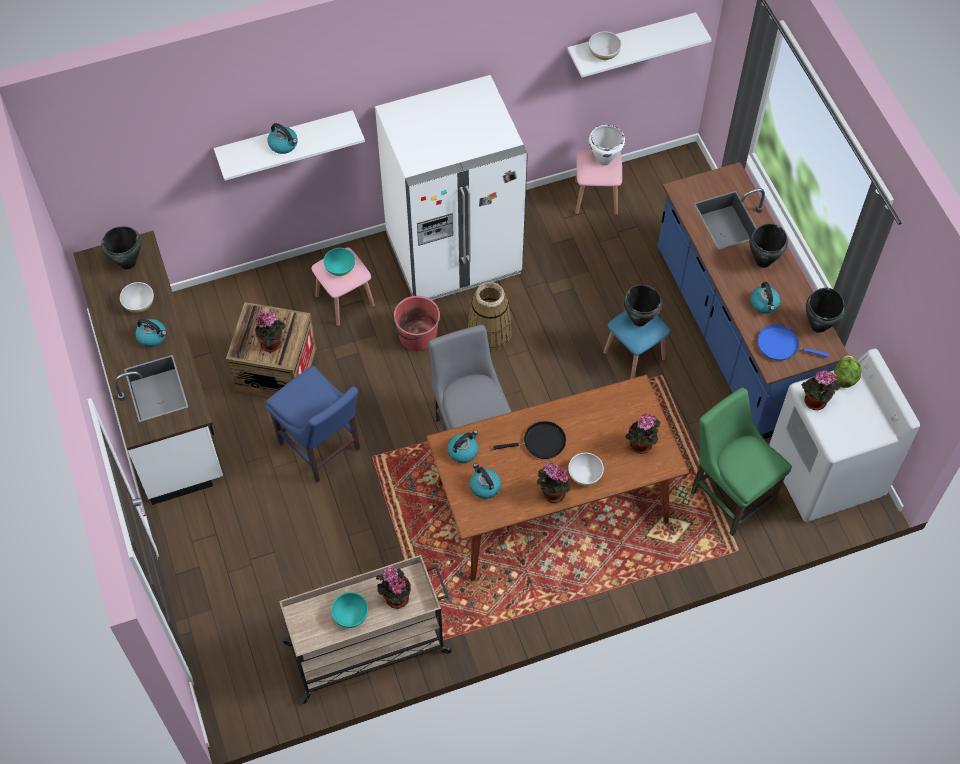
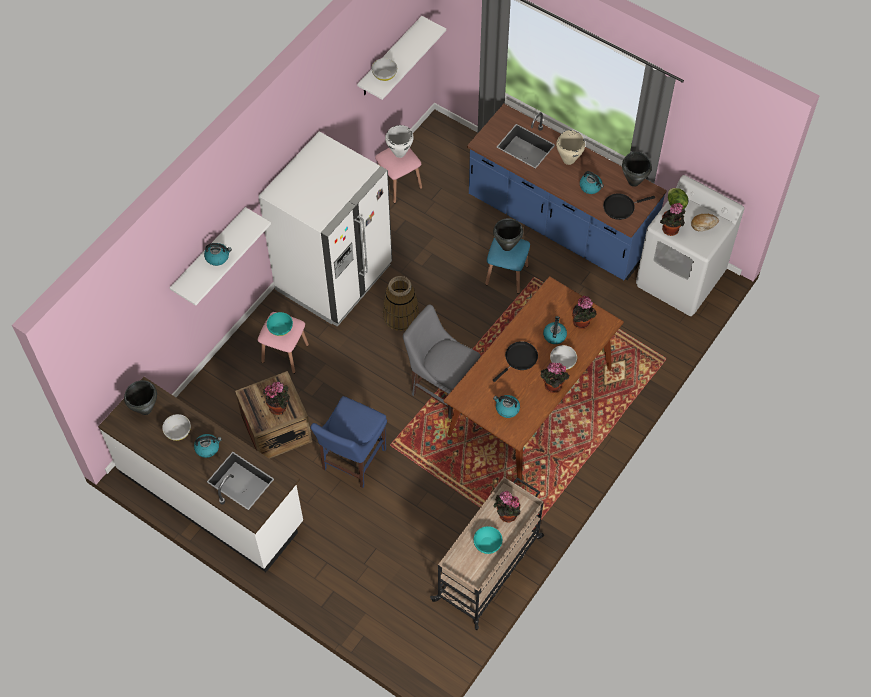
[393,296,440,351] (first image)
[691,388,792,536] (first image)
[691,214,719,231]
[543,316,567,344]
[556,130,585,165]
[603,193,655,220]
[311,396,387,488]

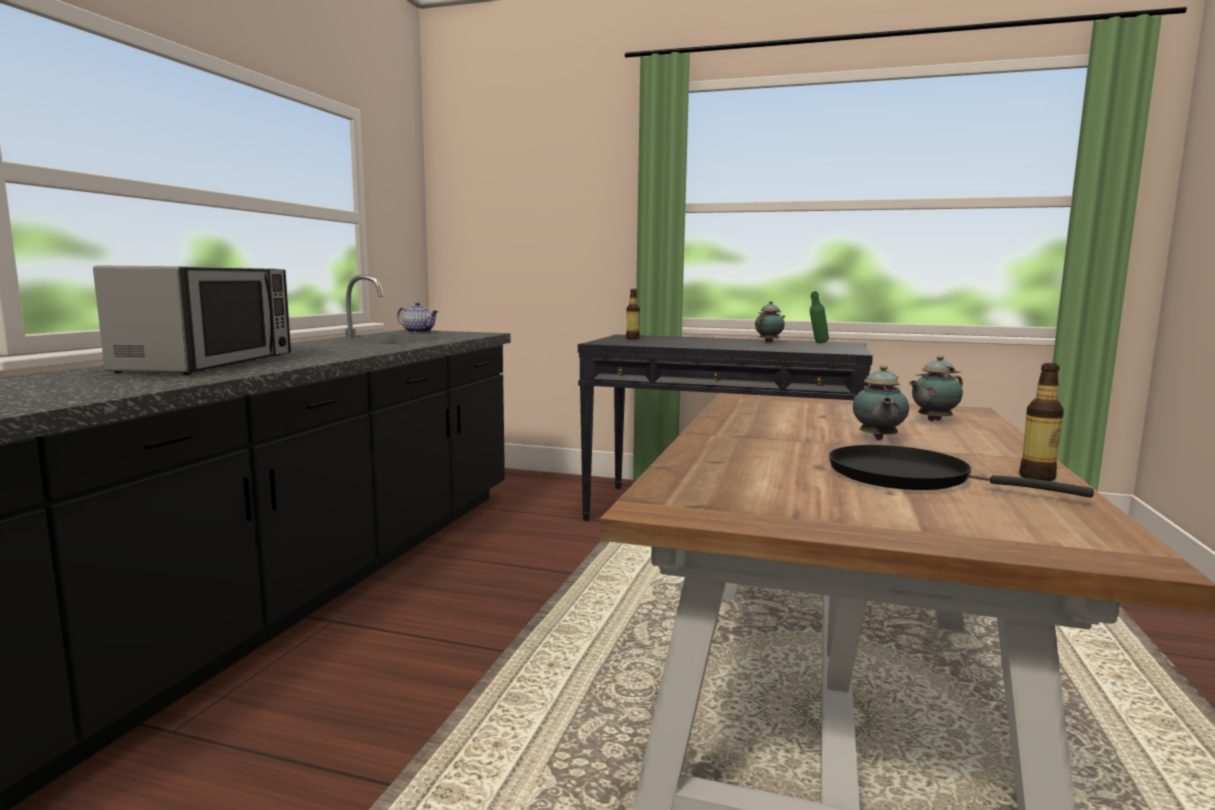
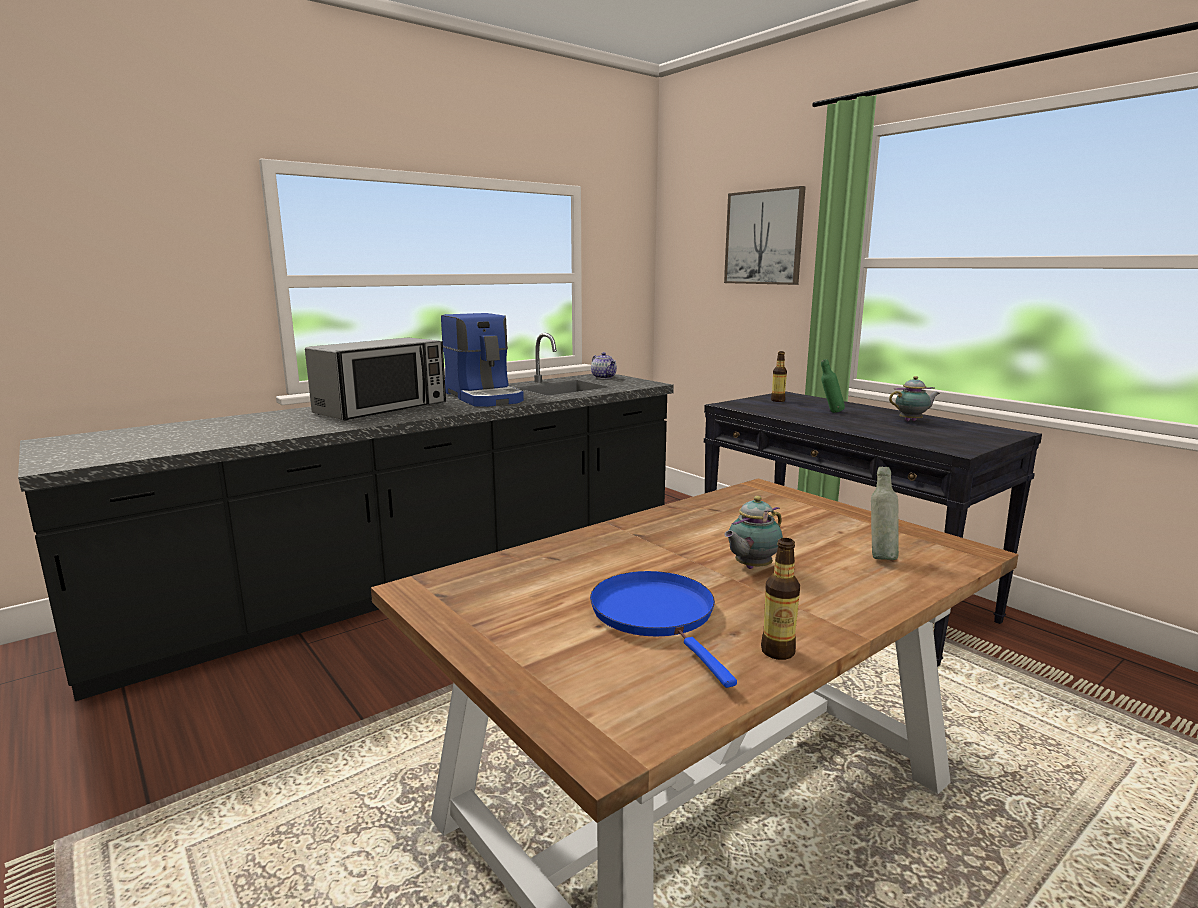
[441,313,524,407]
[724,186,806,285]
[821,359,845,413]
[871,467,899,560]
[590,571,737,688]

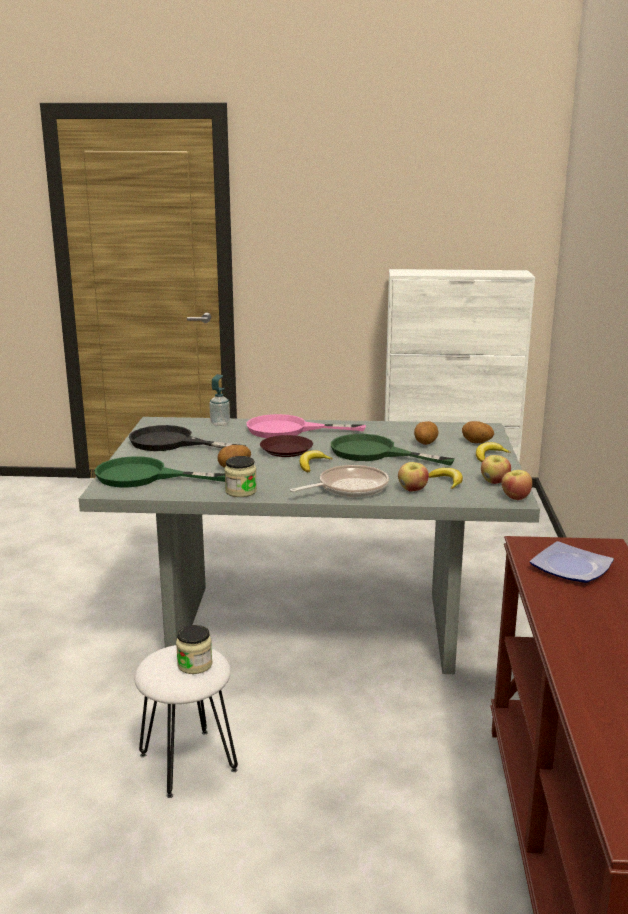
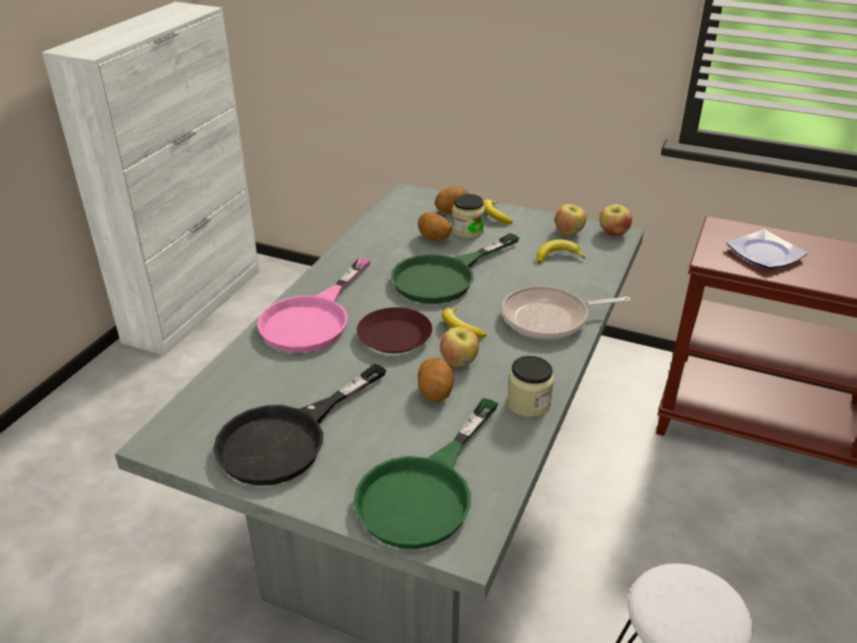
[209,374,230,426] (first image)
[452,194,485,239]
[440,327,479,367]
[502,286,631,340]

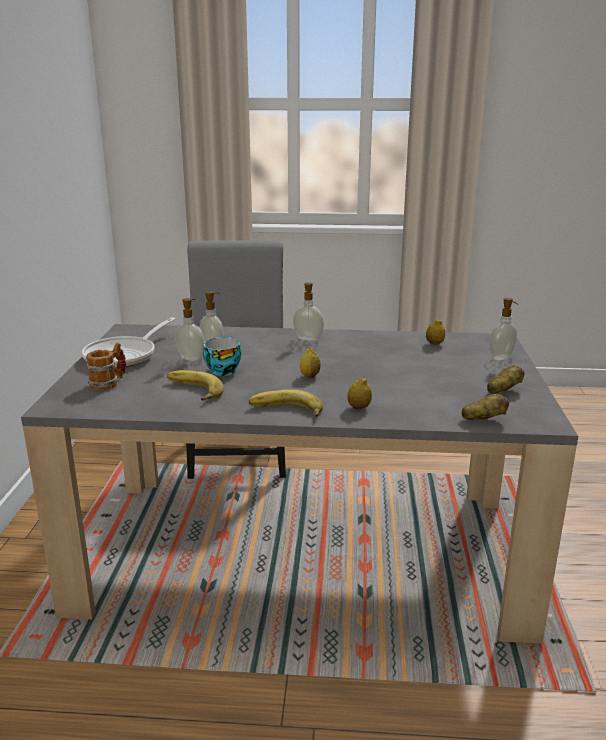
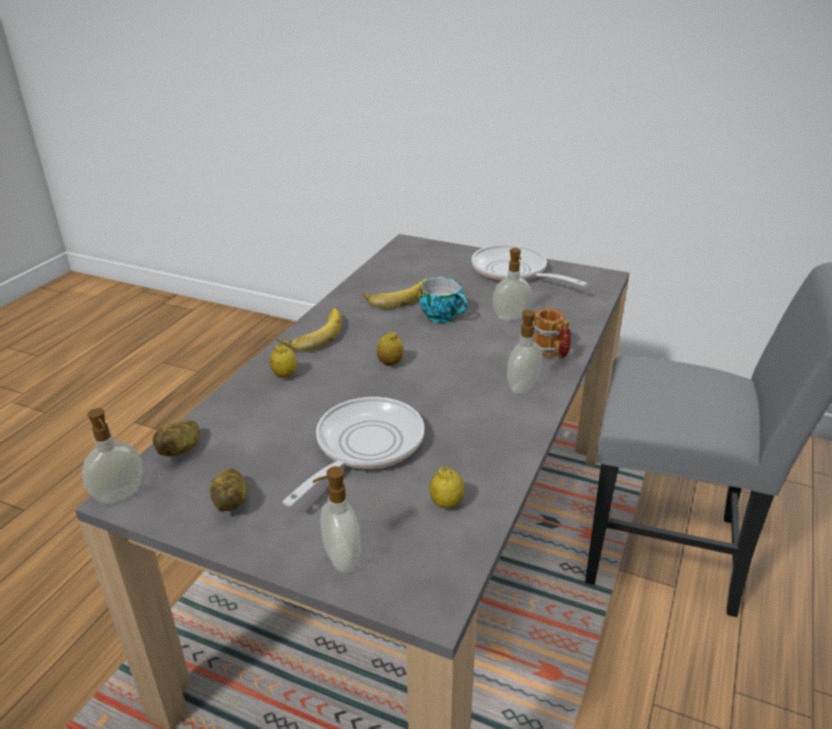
[283,397,424,506]
[533,308,571,359]
[82,408,143,504]

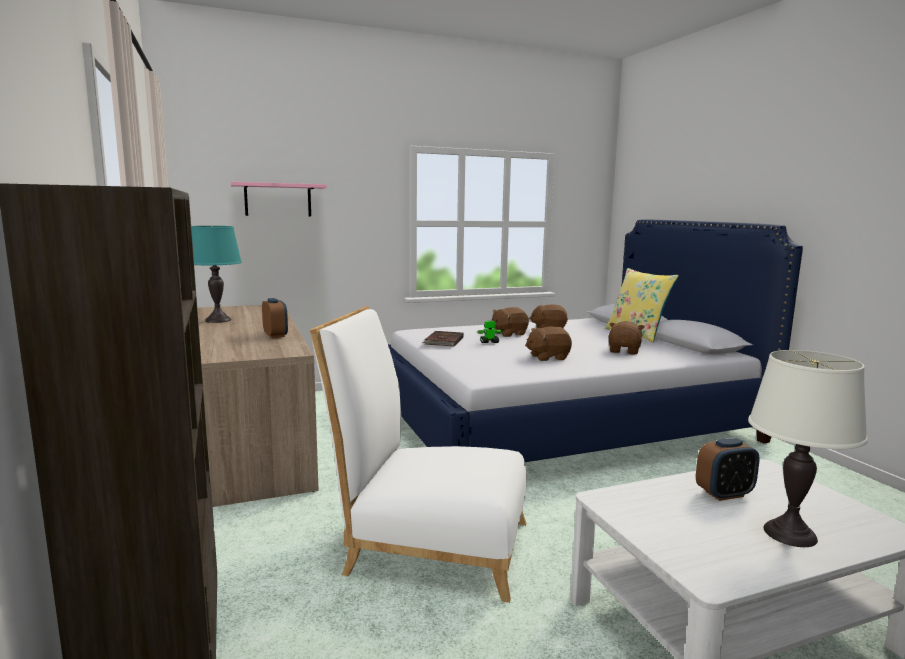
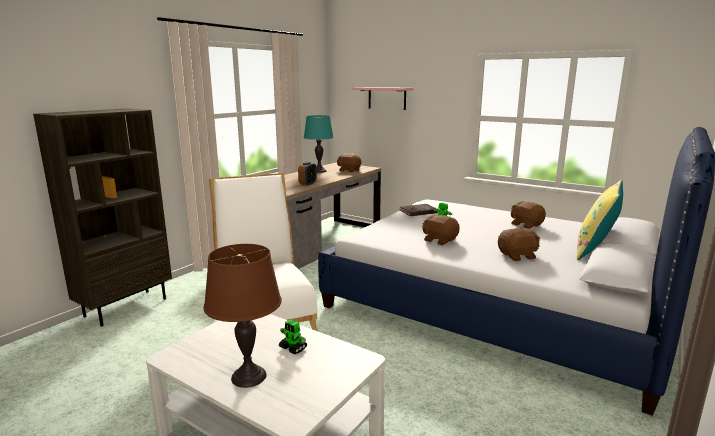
[337,153,361,172]
[279,319,307,354]
[204,244,282,388]

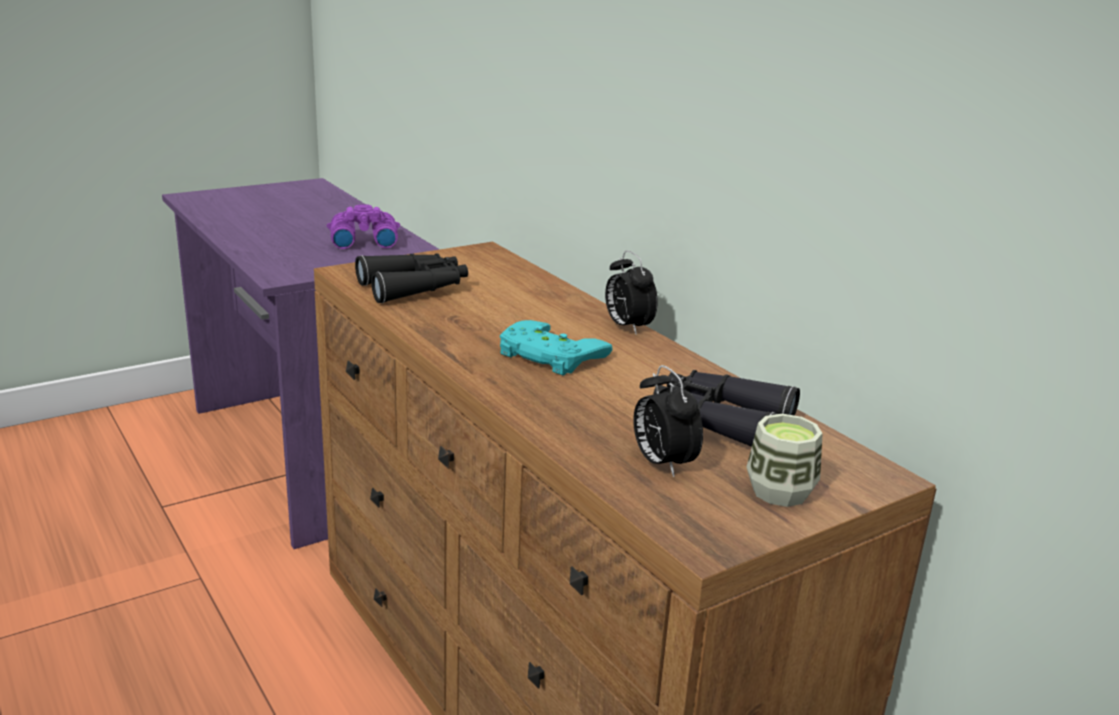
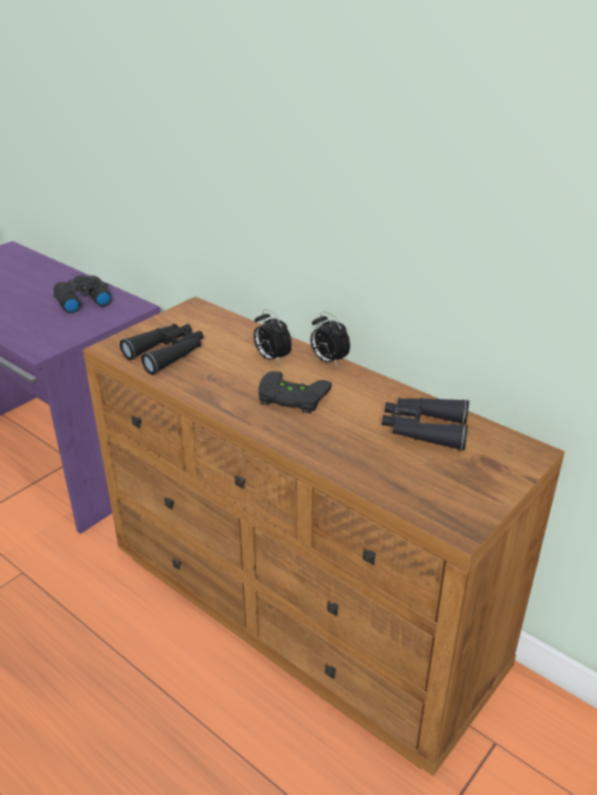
[747,414,823,507] (first image)
[253,309,292,364]
[53,275,112,313]
[258,371,332,414]

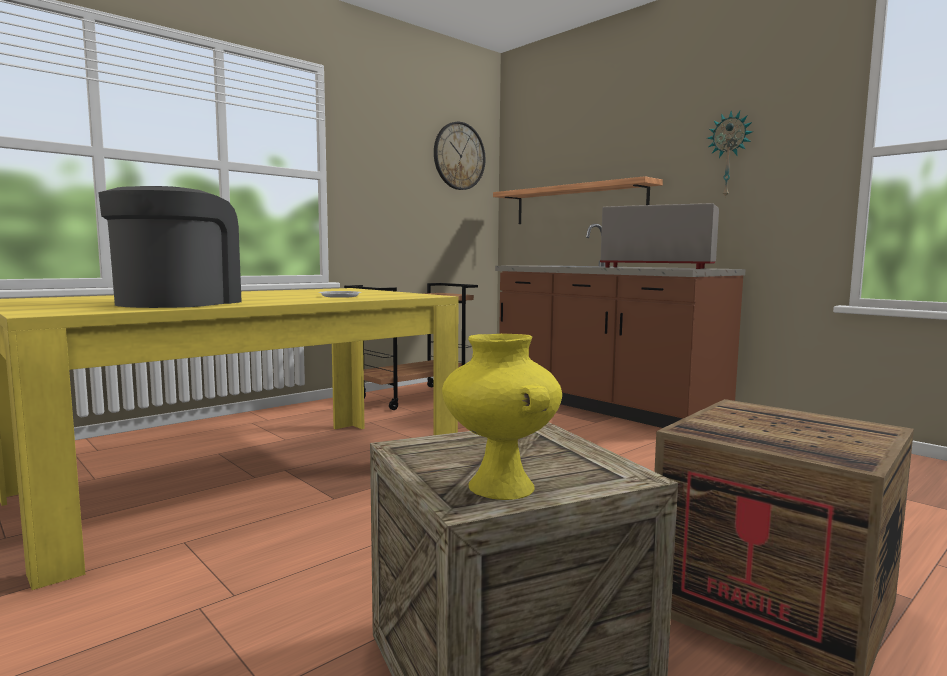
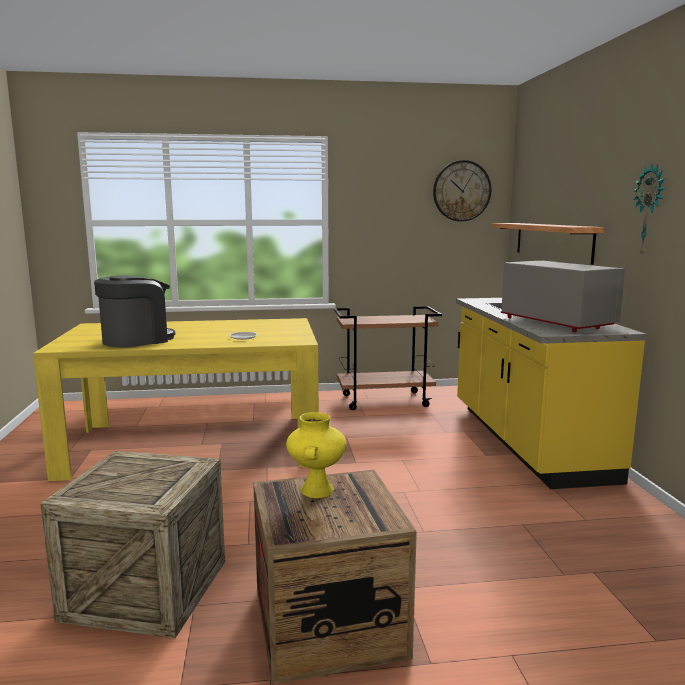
[286,412,347,498]
[456,298,647,489]

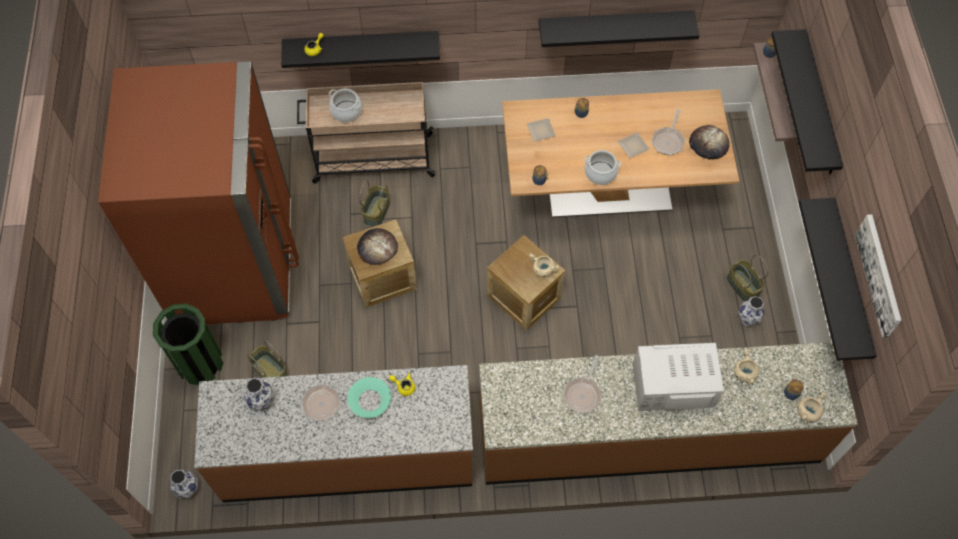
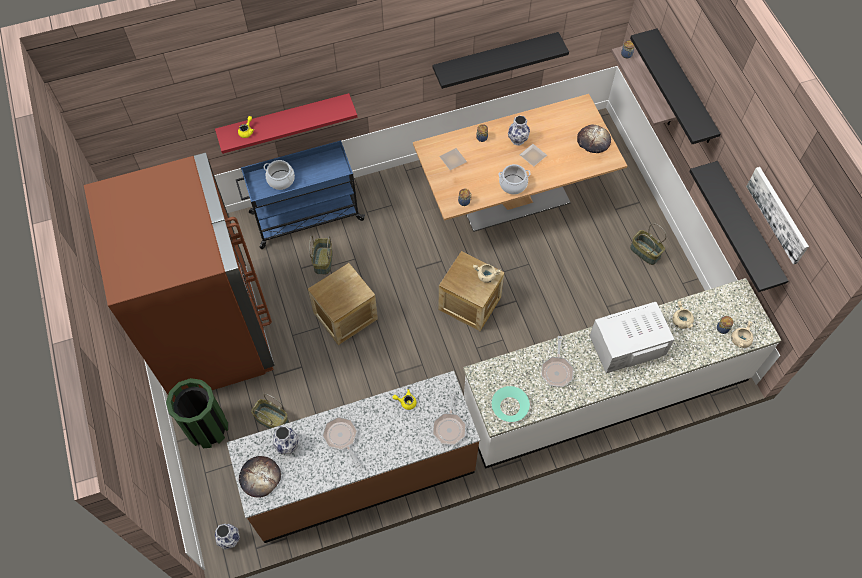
[492,386,530,422]
[239,456,281,498]
[433,391,466,445]
[508,115,530,146]
[215,93,357,154]
[235,140,365,249]
[463,278,781,469]

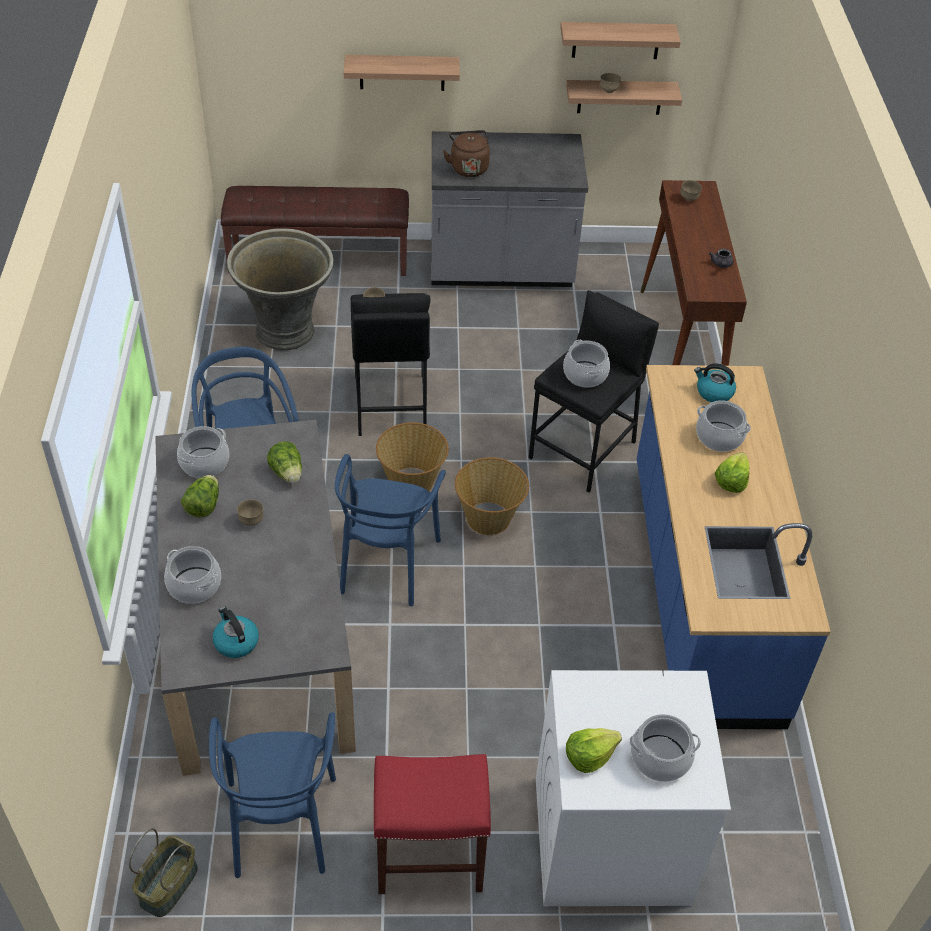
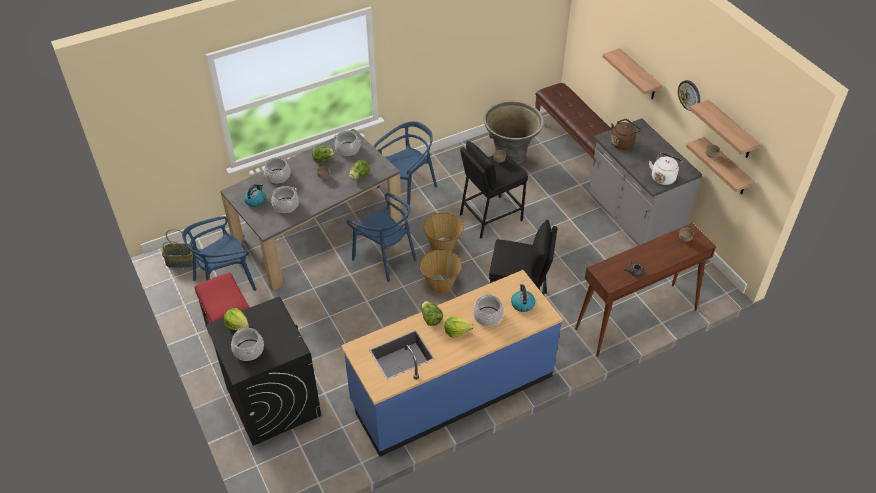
[422,301,443,326]
[649,153,683,185]
[678,80,700,111]
[271,186,299,213]
[205,296,321,446]
[347,193,417,282]

